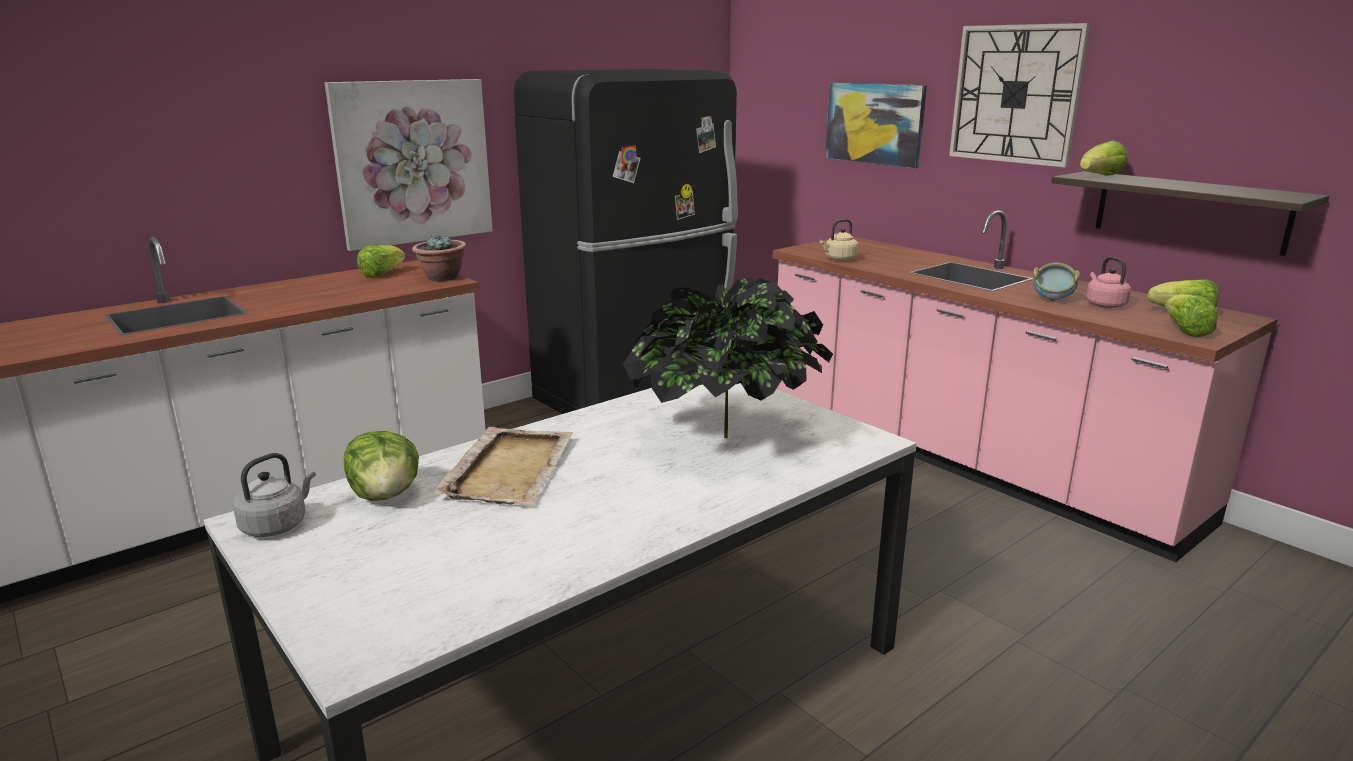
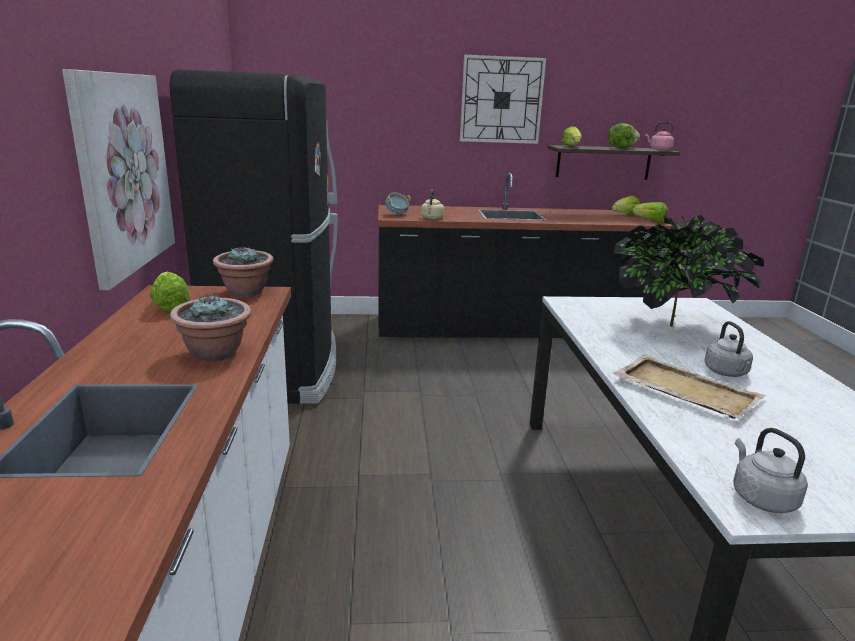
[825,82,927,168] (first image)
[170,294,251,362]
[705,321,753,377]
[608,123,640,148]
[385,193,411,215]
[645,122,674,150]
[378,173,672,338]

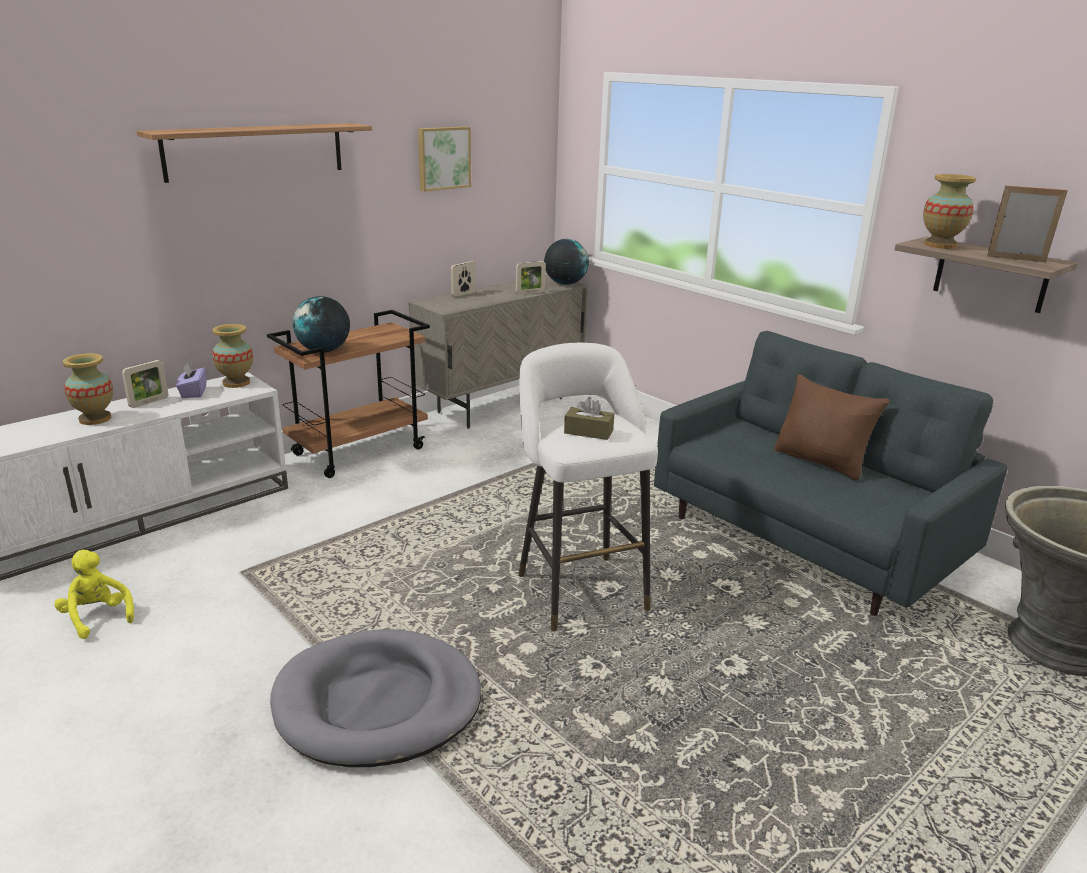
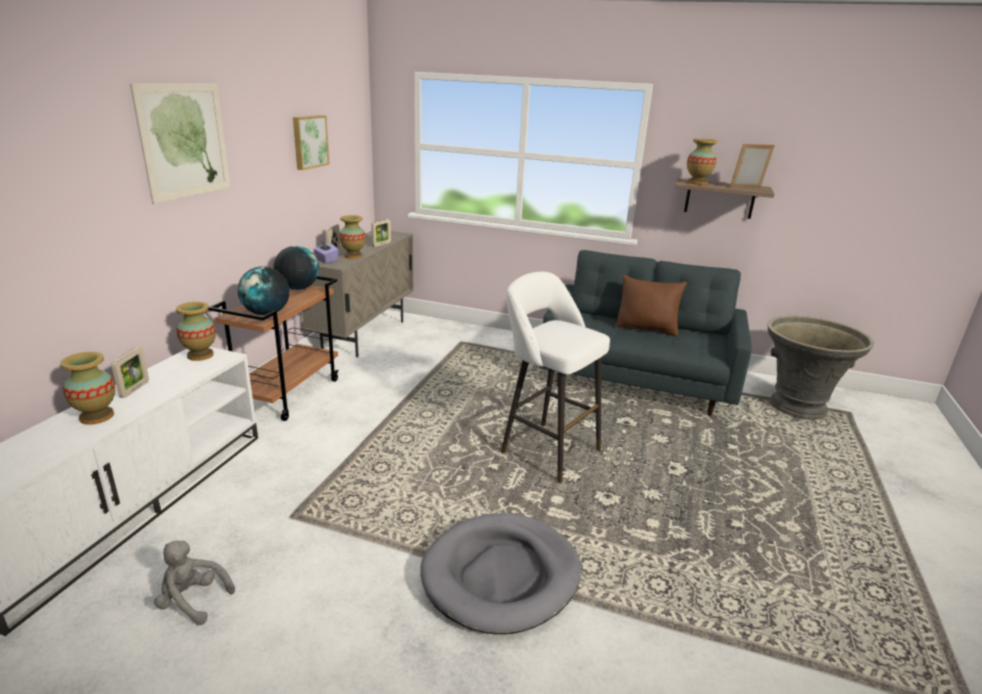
[564,397,614,440] (first image)
[339,215,366,259]
[313,241,339,264]
[274,246,319,290]
[130,83,231,204]
[154,541,235,625]

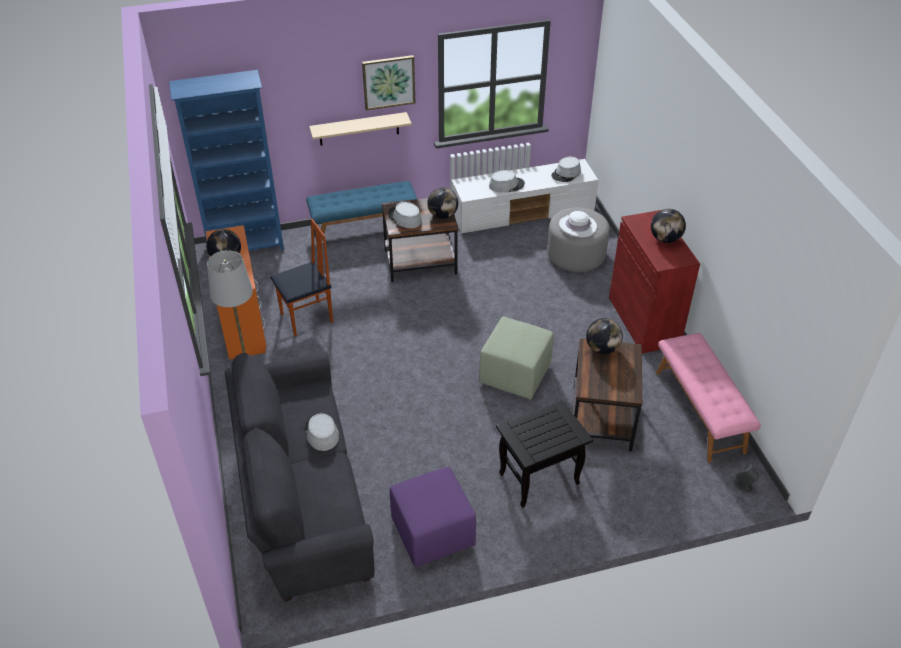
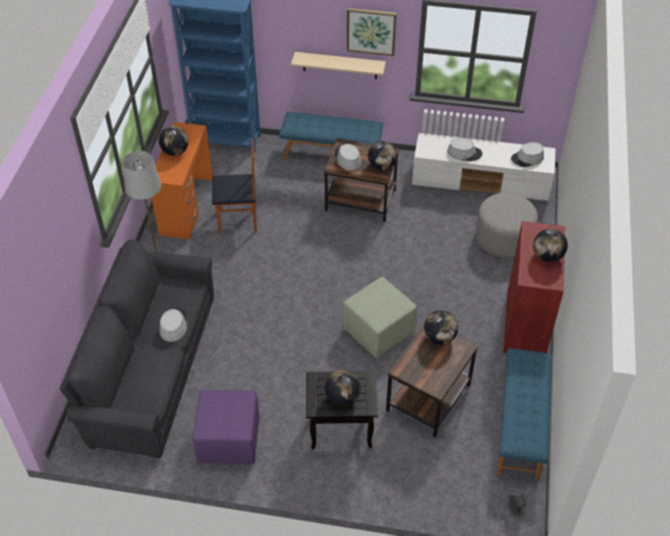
[559,211,597,237] (first image)
[325,370,360,406]
[497,348,552,481]

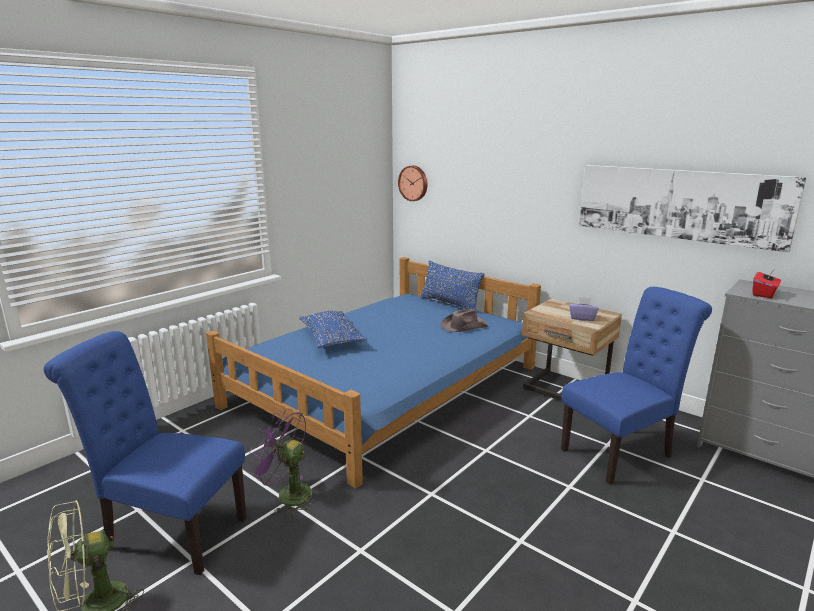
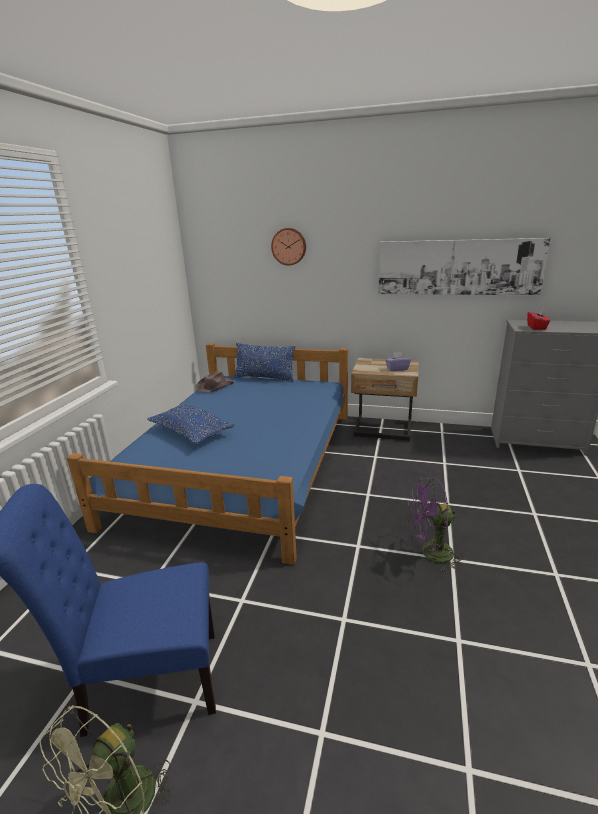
[561,287,712,484] (first image)
[407,478,465,572]
[271,228,306,266]
[195,371,234,392]

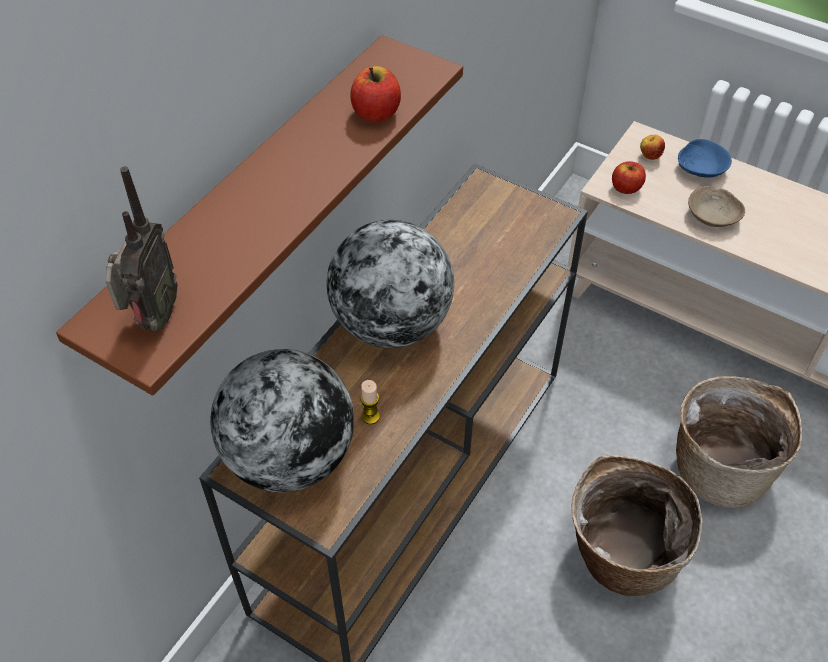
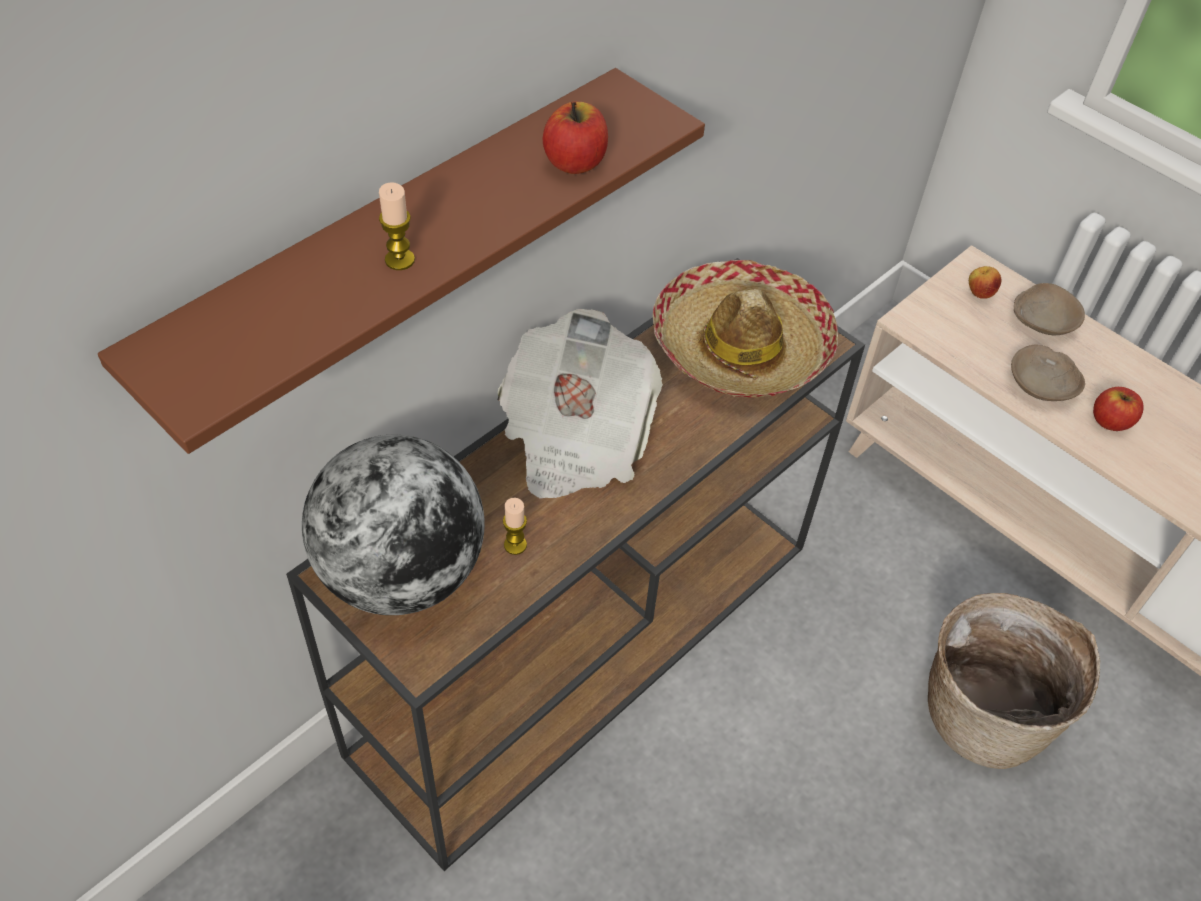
[106,167,178,331] (first image)
[571,454,703,596] (first image)
[379,182,415,270]
[653,260,838,398]
[1093,387,1144,431]
[497,309,663,499]
[1014,283,1085,335]

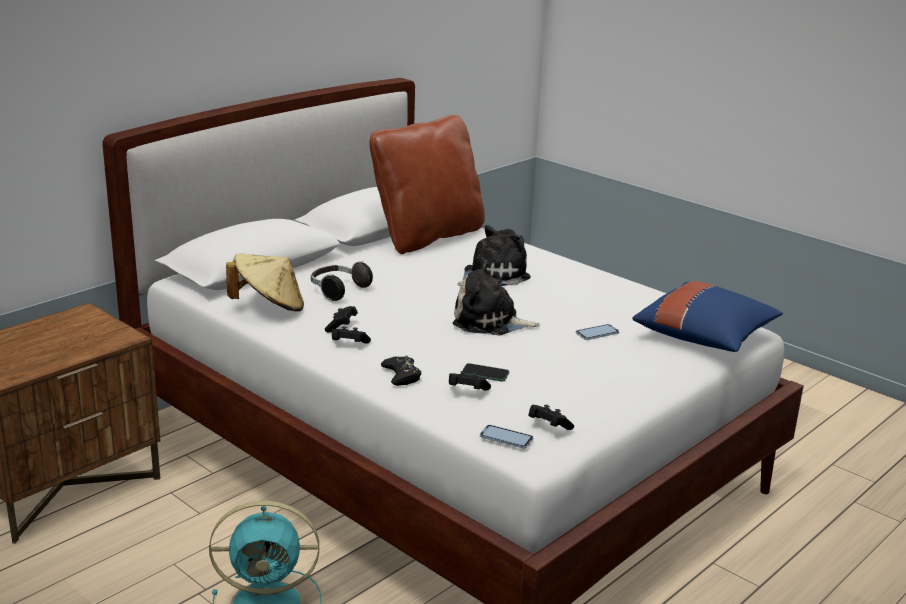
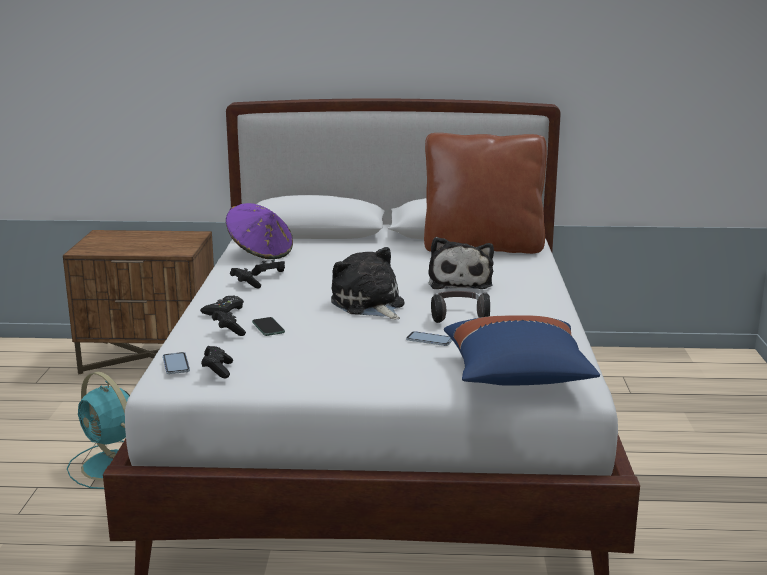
[431,291,490,323]
[226,203,293,259]
[428,237,494,289]

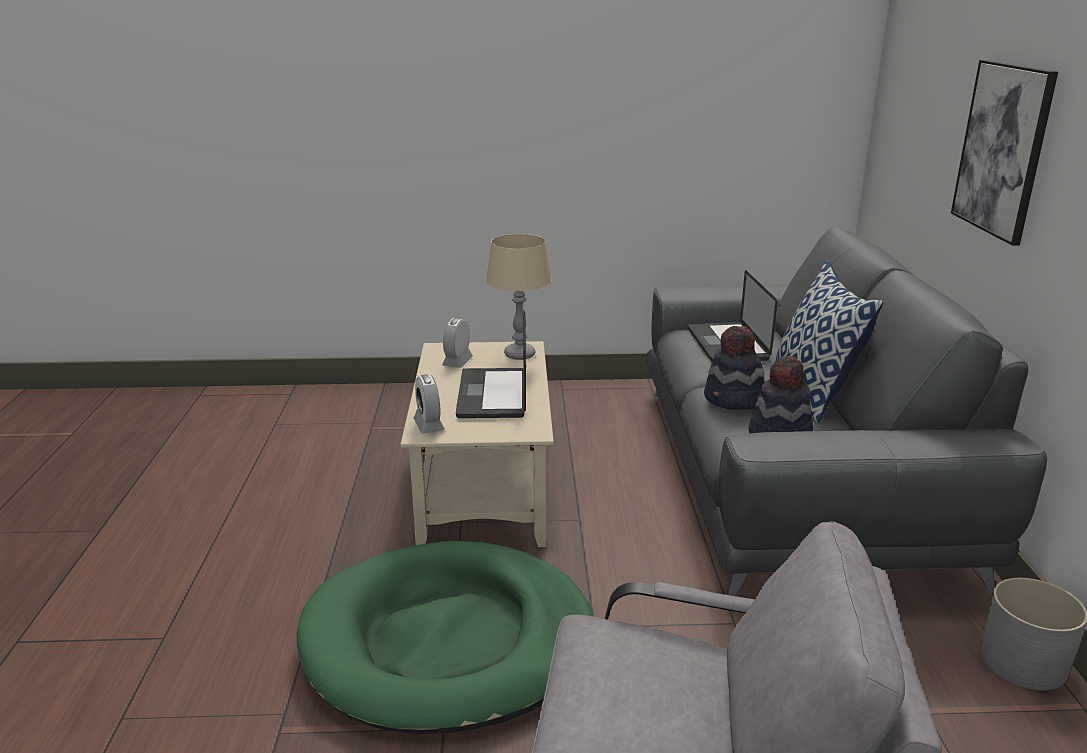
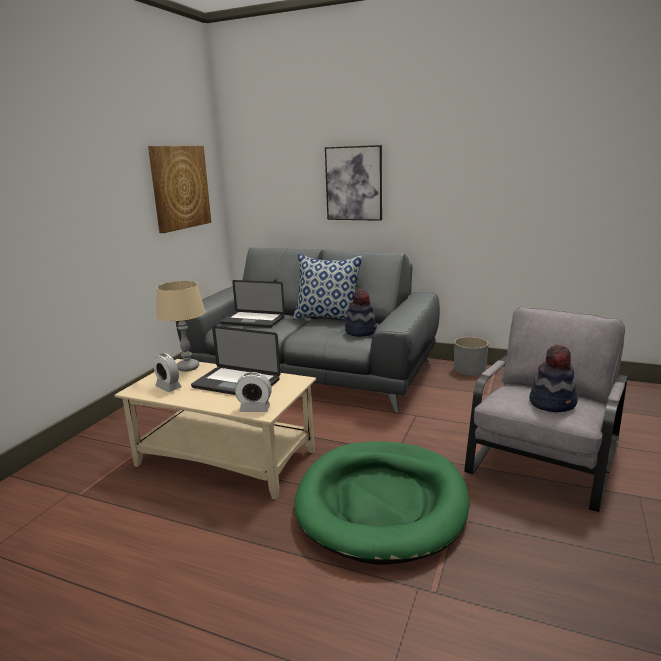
[148,146,211,233]
[529,345,578,412]

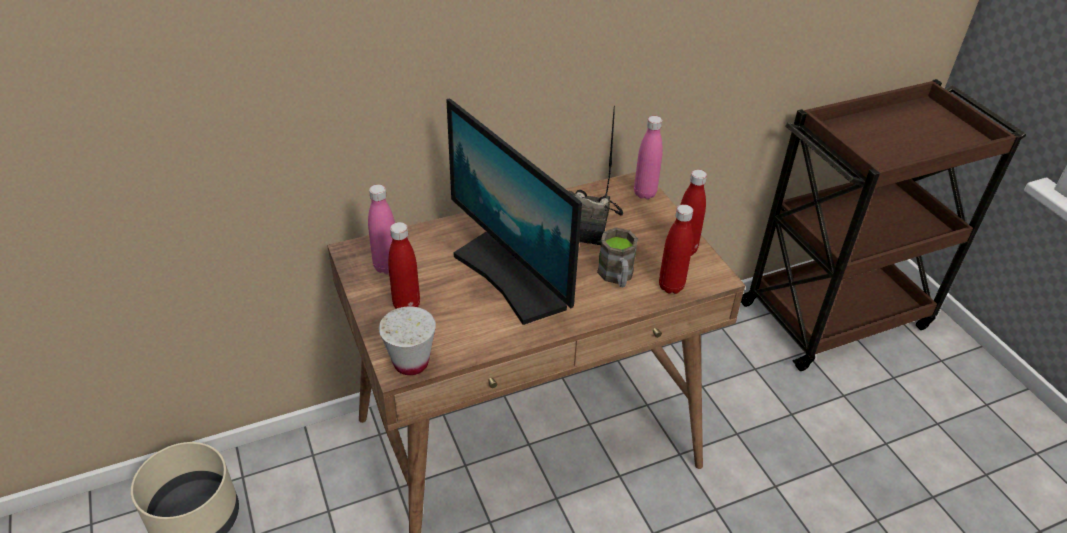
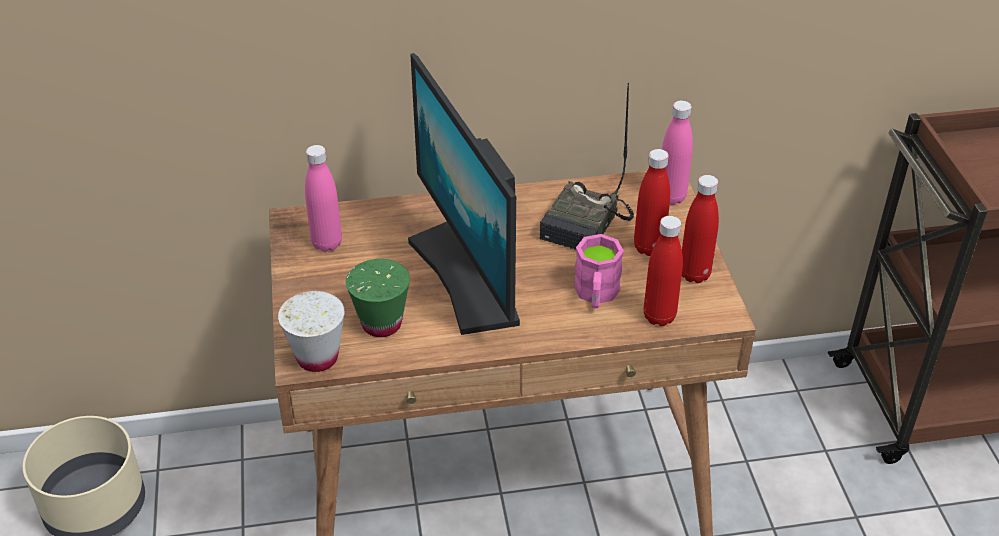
[346,259,410,337]
[634,149,670,256]
[574,234,624,309]

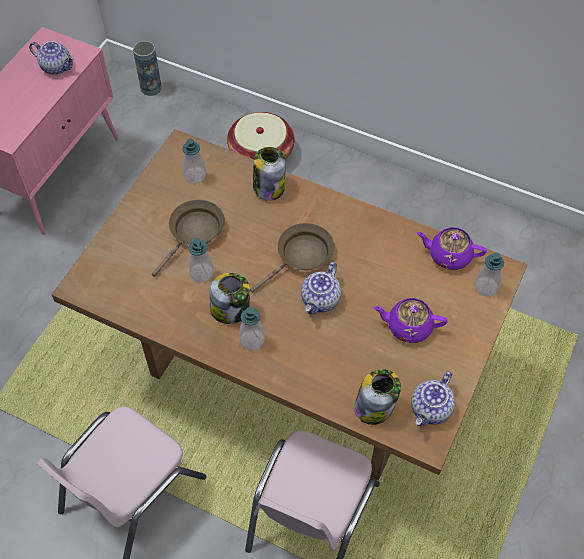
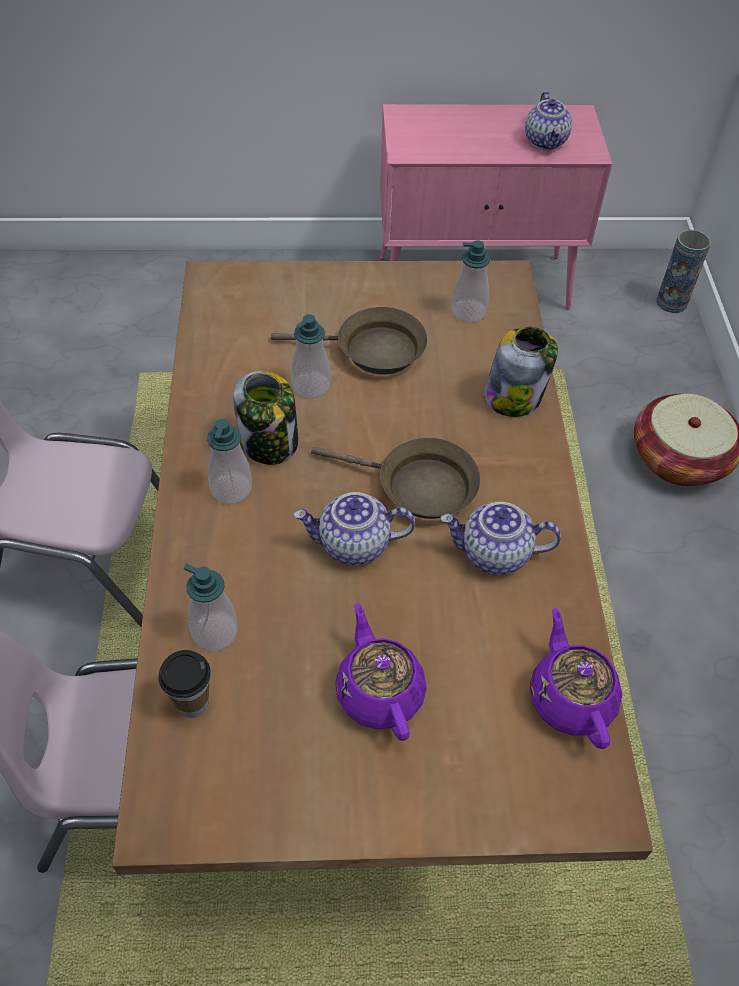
[440,502,561,575]
[184,564,238,651]
[158,650,211,718]

